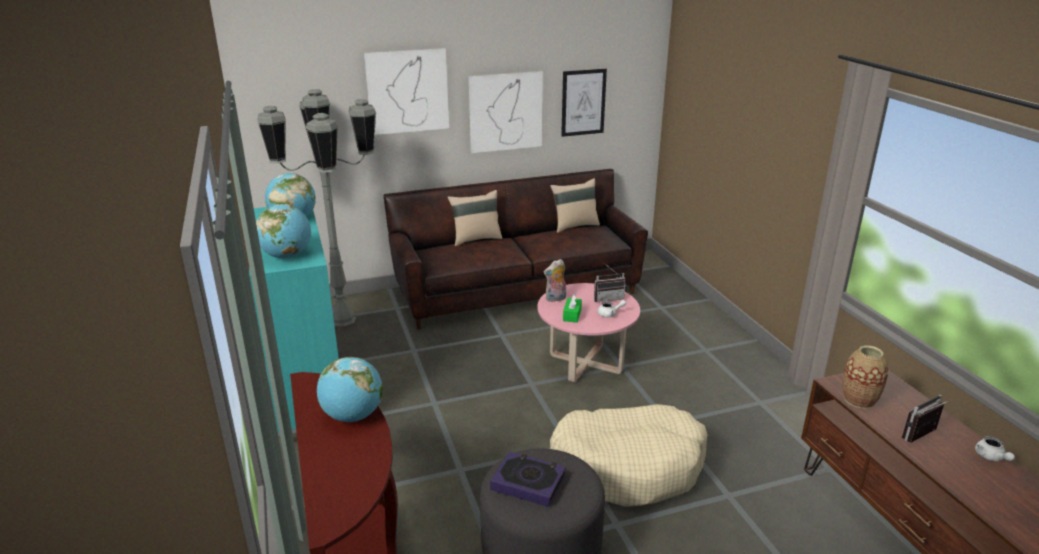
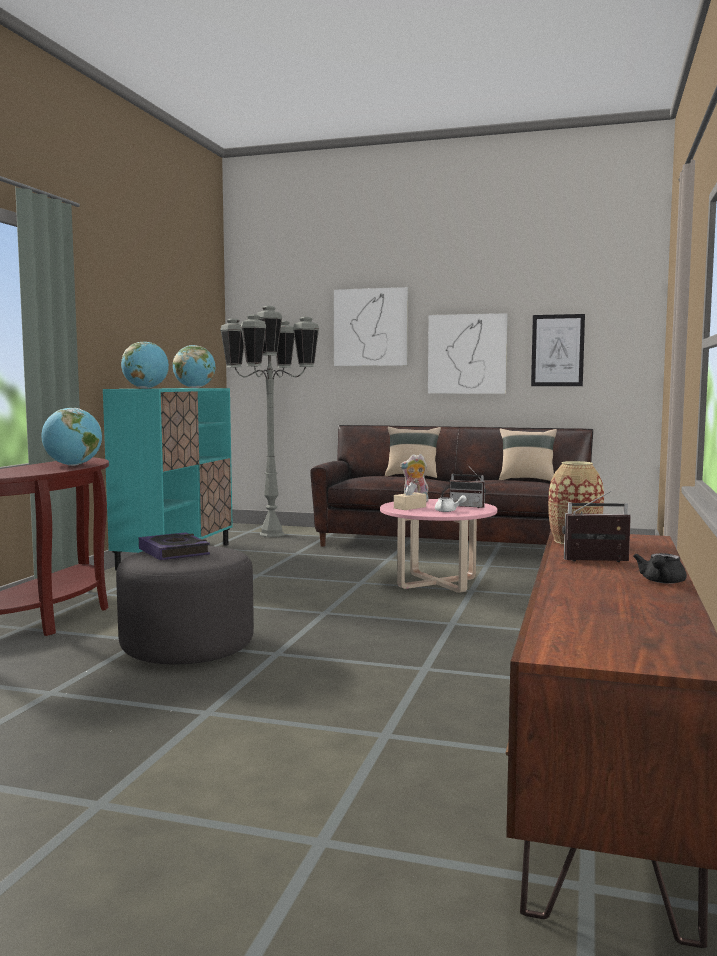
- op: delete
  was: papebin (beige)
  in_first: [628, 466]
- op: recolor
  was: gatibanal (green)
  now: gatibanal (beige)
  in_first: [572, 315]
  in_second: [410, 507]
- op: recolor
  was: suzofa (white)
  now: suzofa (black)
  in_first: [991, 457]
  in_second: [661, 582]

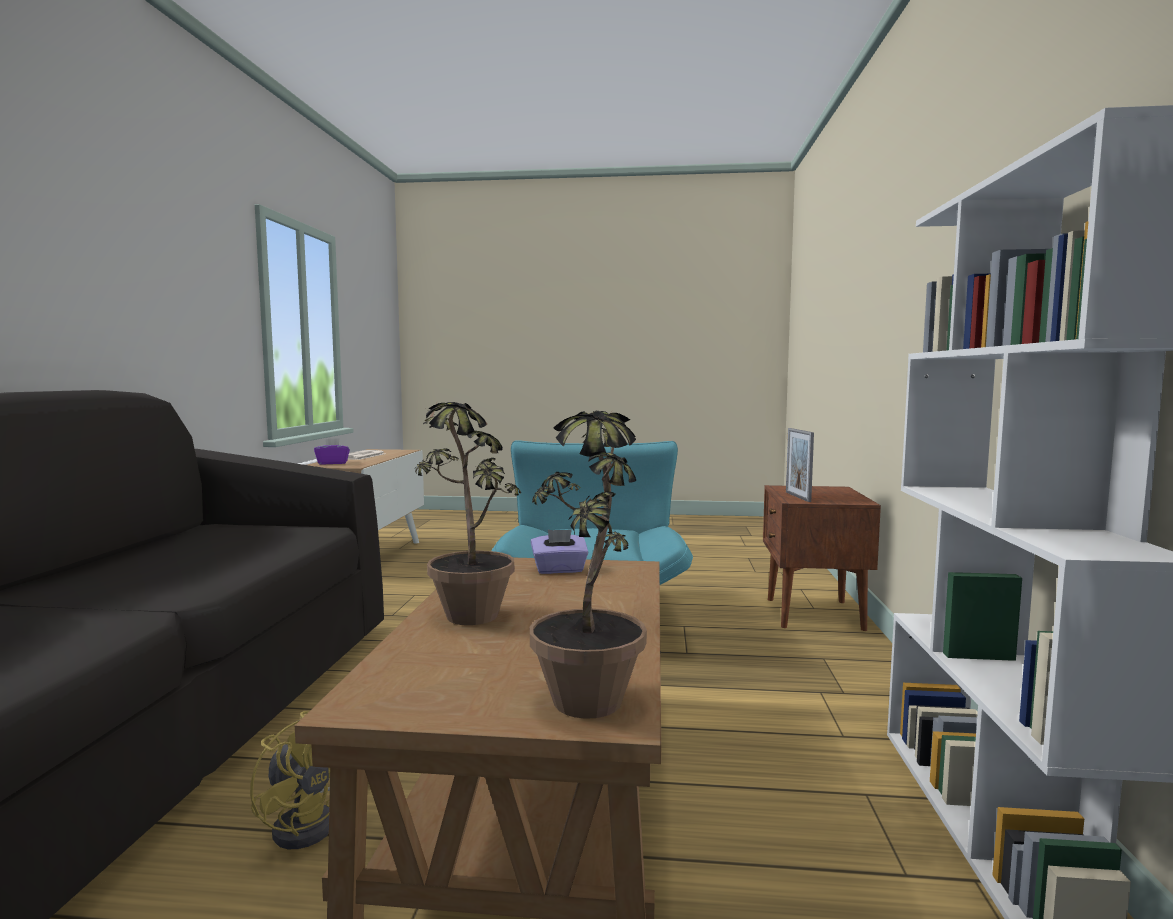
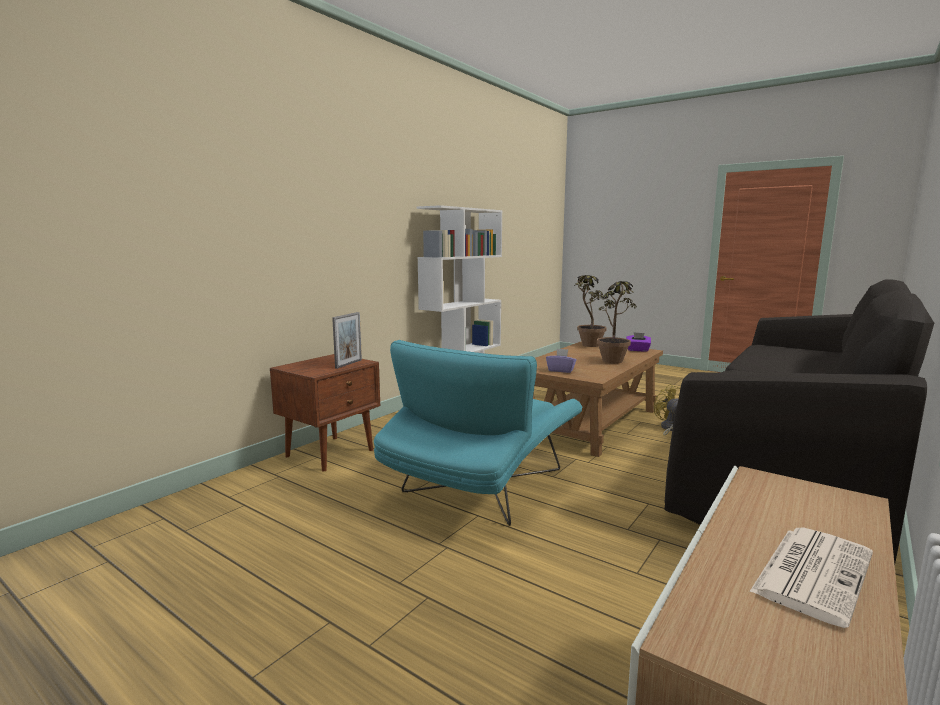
- op: move
  was: gatibanal (purple)
  in_first: [332, 463]
  in_second: [637, 350]

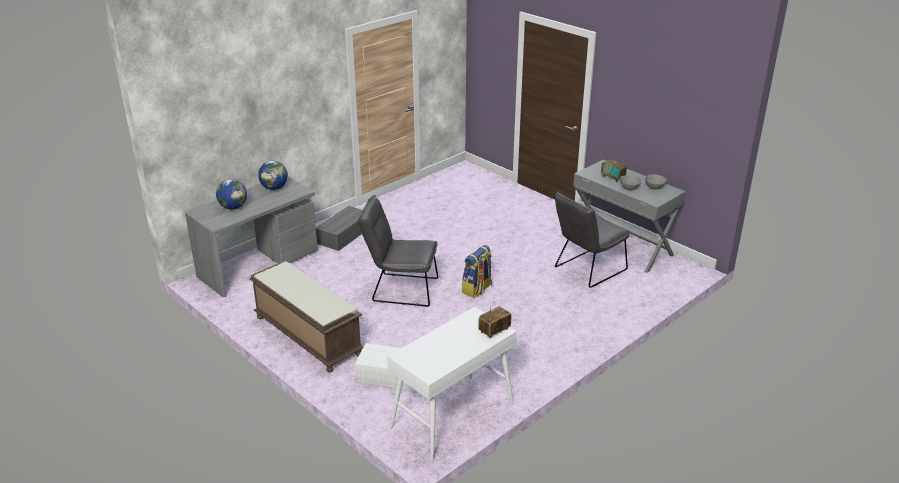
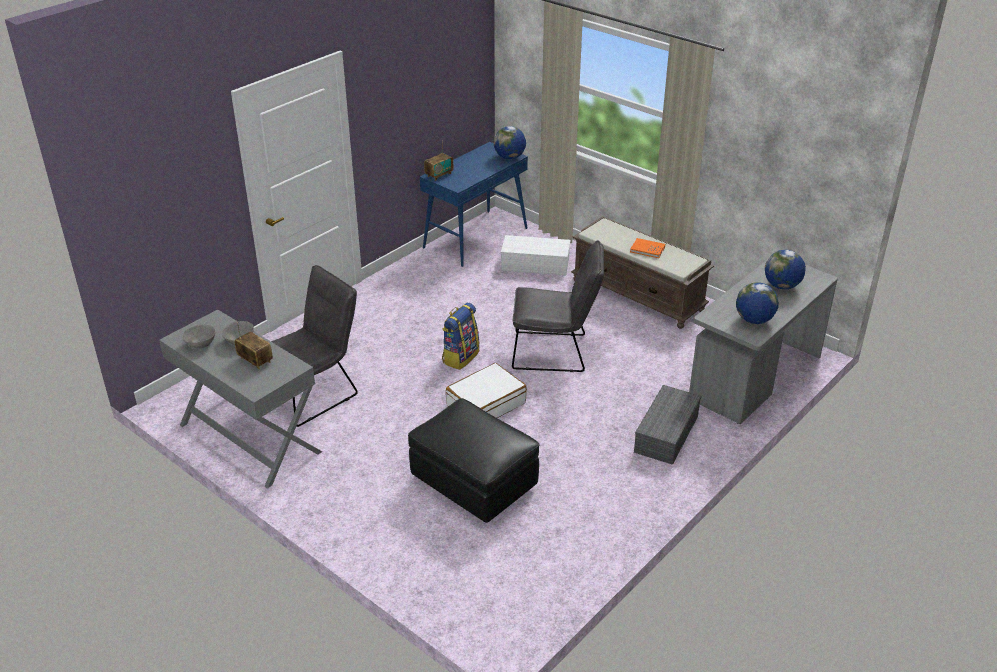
- op: insert
  now: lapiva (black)
  in_second: [473, 483]
- op: insert
  now: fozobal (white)
  in_second: [485, 404]
- op: insert
  now: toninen
  in_second: [509, 157]
- op: insert
  now: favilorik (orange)
  in_second: [647, 249]
- op: recolor
  was: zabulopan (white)
  now: zabulopan (blue)
  in_first: [452, 417]
  in_second: [476, 238]

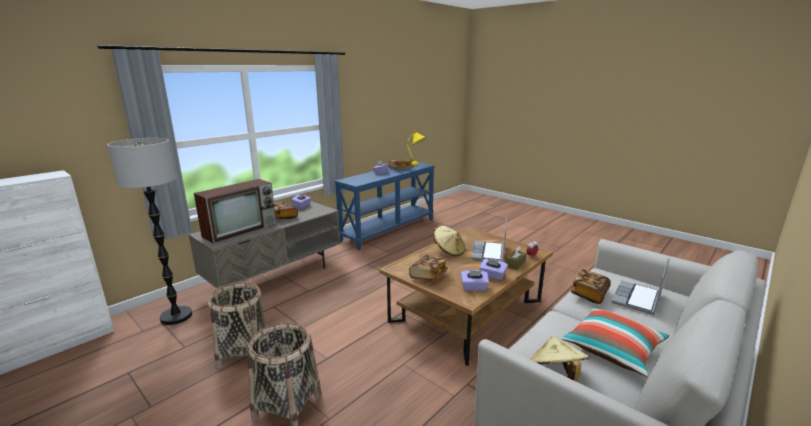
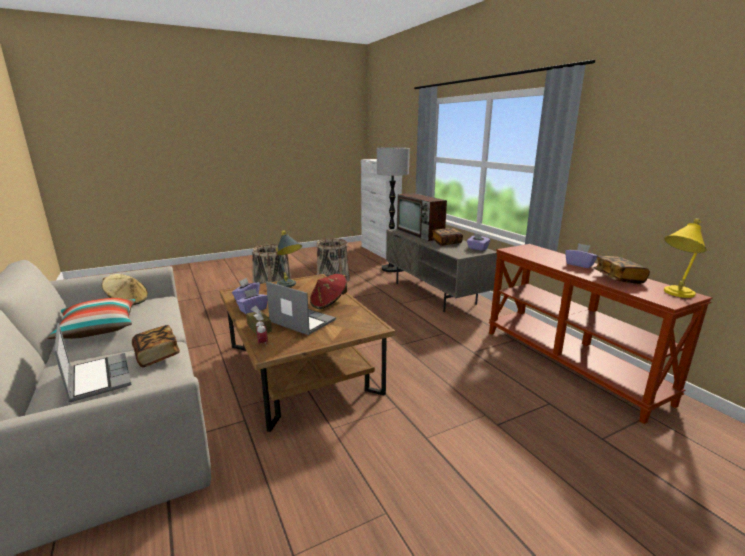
- op: replace
  was: favilorik
  now: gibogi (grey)
  in_first: [428, 275]
  in_second: [289, 286]
- op: recolor
  was: zabulopan (blue)
  now: zabulopan (brown)
  in_first: [388, 229]
  in_second: [570, 364]
- op: recolor
  was: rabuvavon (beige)
  now: rabuvavon (red)
  in_first: [449, 251]
  in_second: [328, 303]

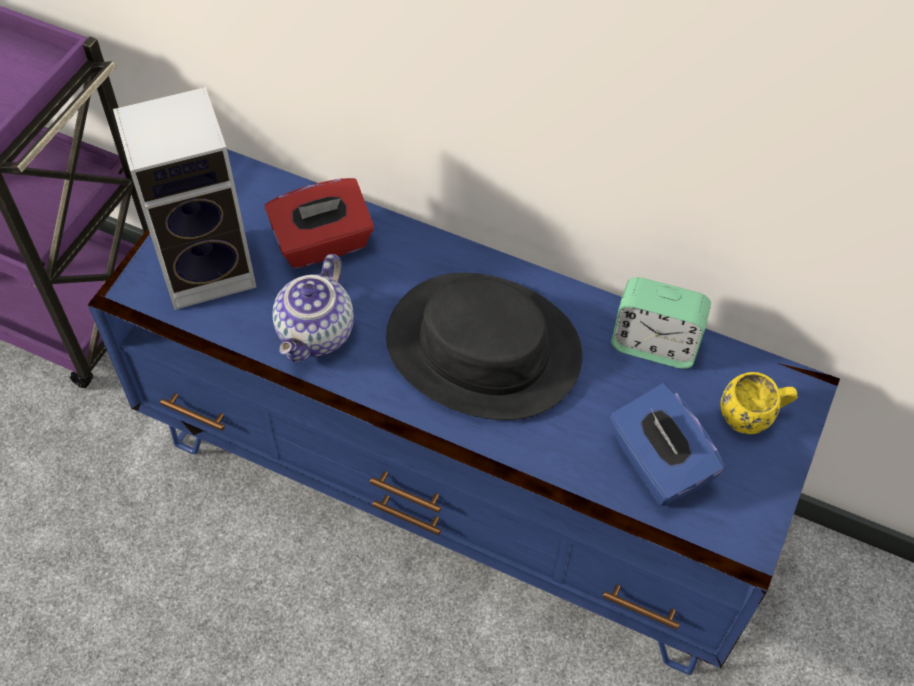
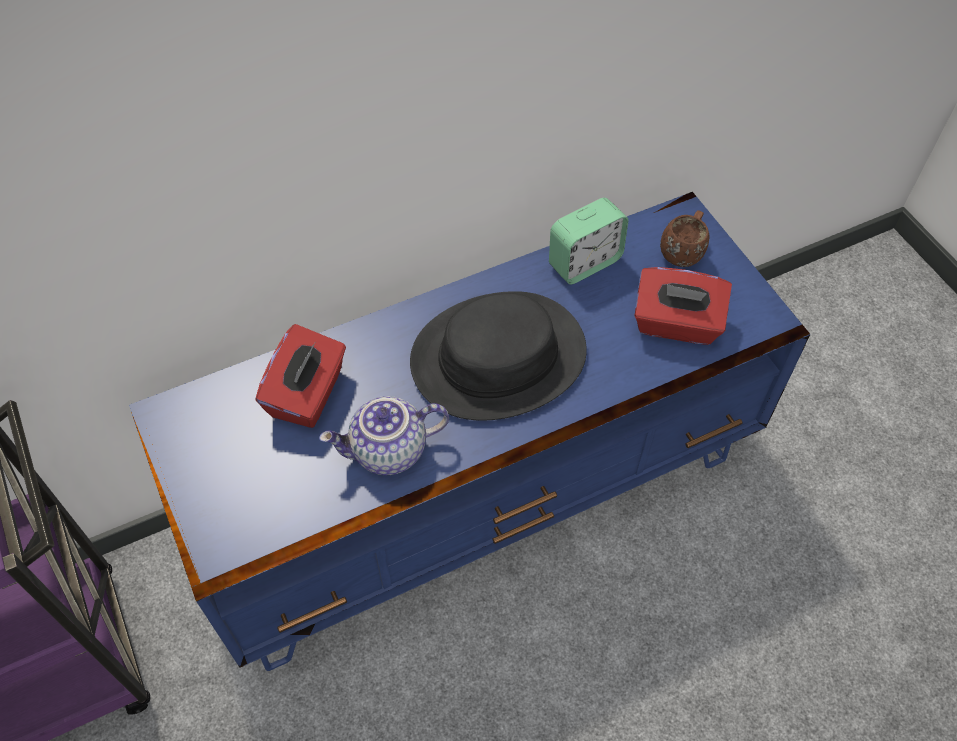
- op: delete
  was: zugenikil
  in_first: [210, 266]
- op: recolor
  was: gatibanal (blue)
  now: gatibanal (red)
  in_first: [658, 464]
  in_second: [676, 324]
- op: recolor
  was: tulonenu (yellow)
  now: tulonenu (brown)
  in_first: [753, 416]
  in_second: [683, 252]
- op: rotate
  was: suzofa
  in_first: [317, 334]
  in_second: [388, 452]
  clockwise: 105

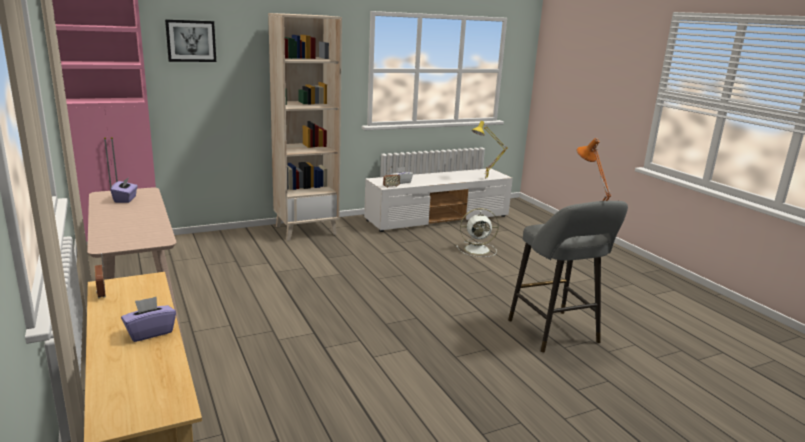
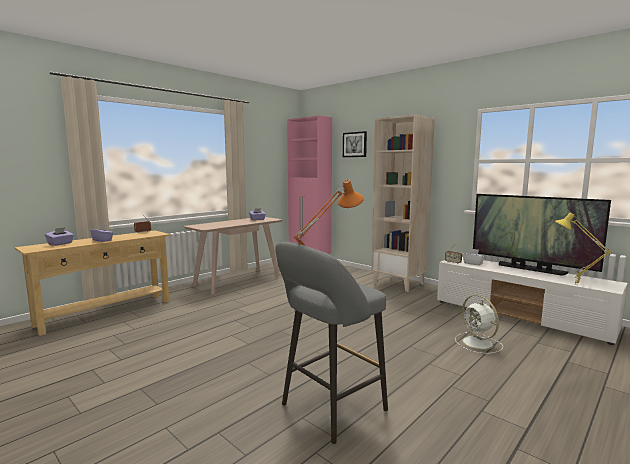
- op: insert
  now: gatibanal (purple)
  in_second: [60, 244]
- op: insert
  now: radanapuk
  in_second: [530, 269]

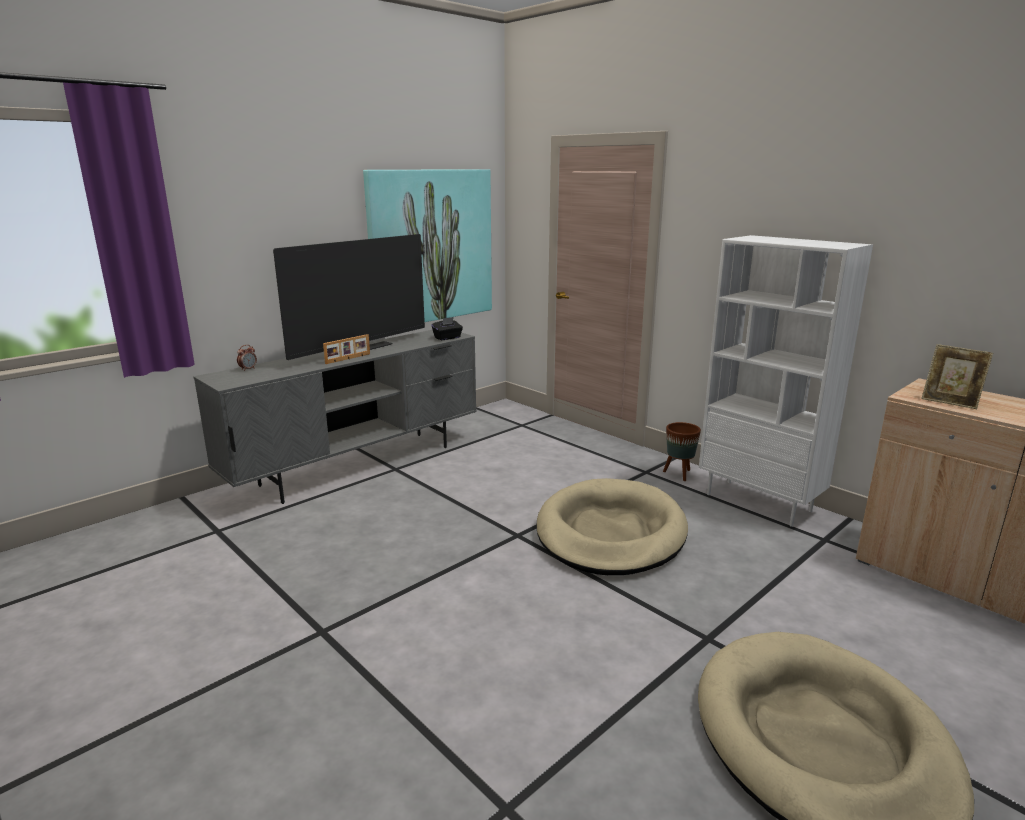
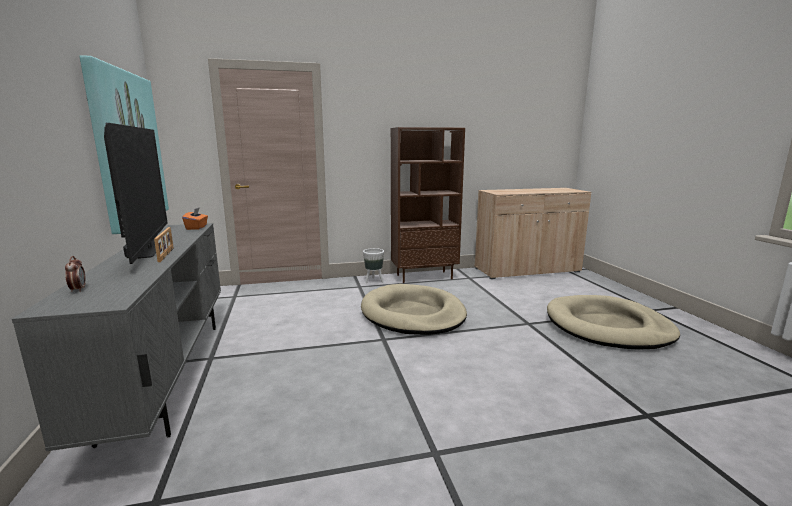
- op: delete
  was: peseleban
  in_first: [950, 402]
- op: recolor
  was: gatibanal (black)
  now: gatibanal (orange)
  in_first: [447, 338]
  in_second: [197, 227]
- op: recolor
  was: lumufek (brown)
  now: lumufek (white)
  in_first: [679, 474]
  in_second: [374, 281]
- op: recolor
  was: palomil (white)
  now: palomil (brown)
  in_first: [759, 502]
  in_second: [424, 277]

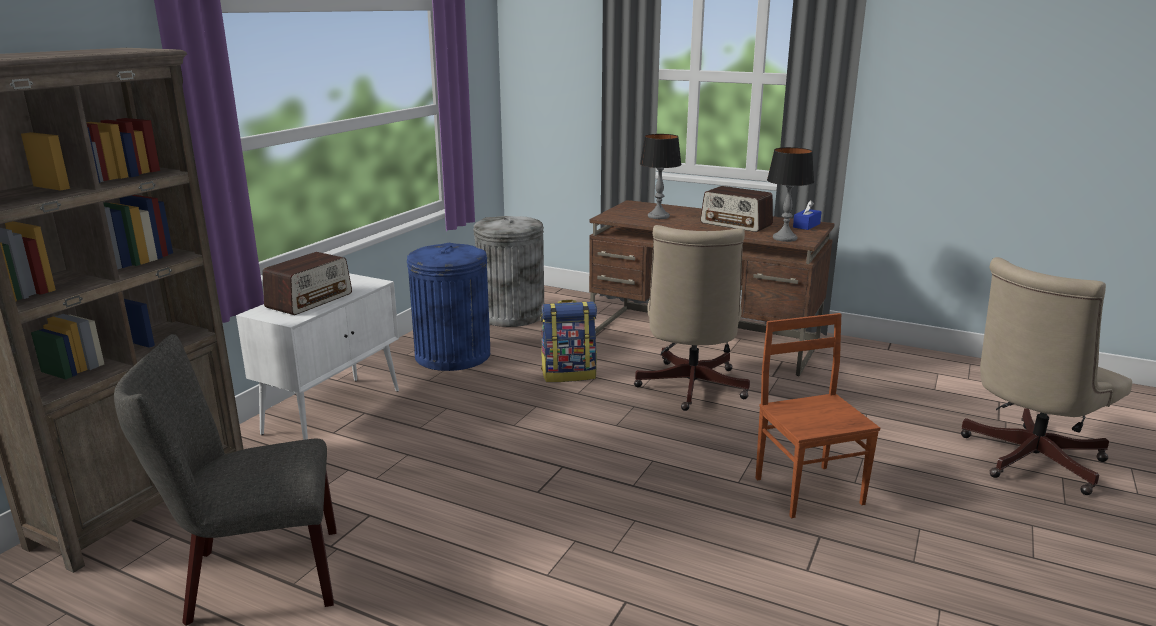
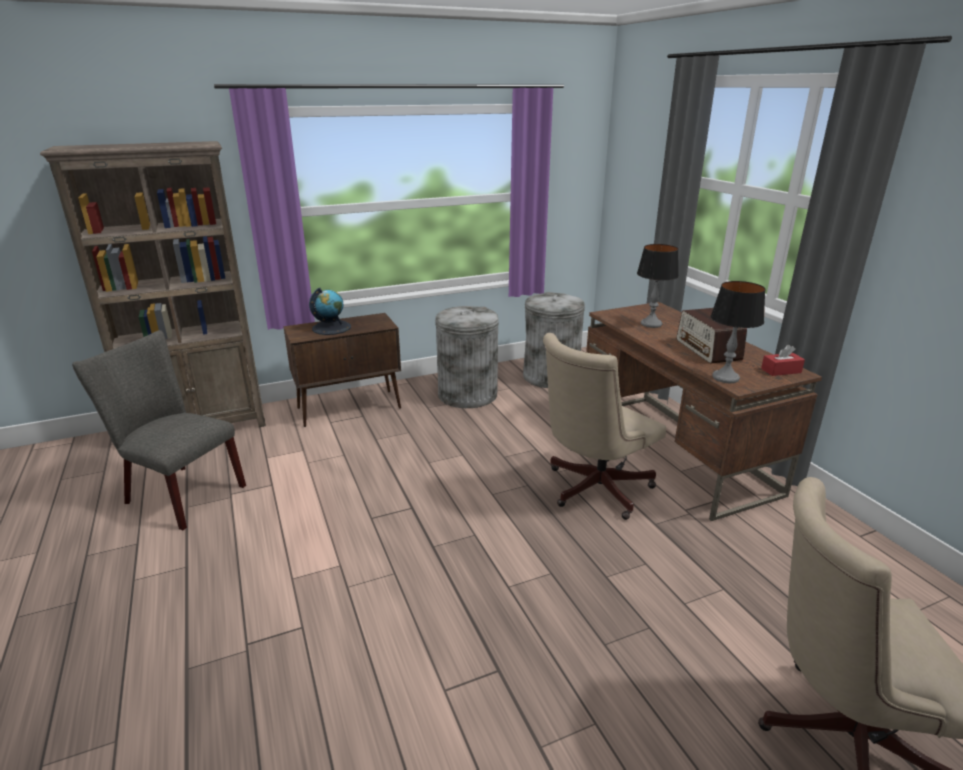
- op: delete
  was: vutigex
  in_first: [569, 374]
- op: delete
  was: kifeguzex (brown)
  in_first: [809, 490]
- op: replace
  was: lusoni
  now: toninen
  in_first: [310, 300]
  in_second: [331, 327]
- op: recolor
  was: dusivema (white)
  now: dusivema (brown)
  in_first: [334, 411]
  in_second: [350, 408]
- op: recolor
  was: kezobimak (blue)
  now: kezobimak (grey)
  in_first: [452, 355]
  in_second: [467, 394]
- op: recolor
  was: gatibanal (blue)
  now: gatibanal (red)
  in_first: [806, 225]
  in_second: [781, 371]

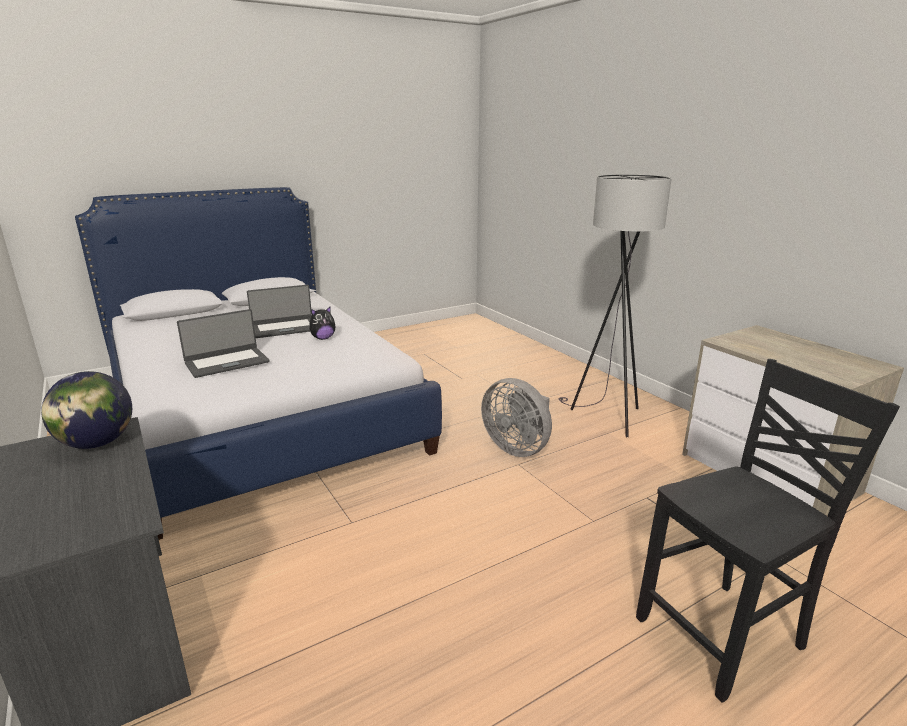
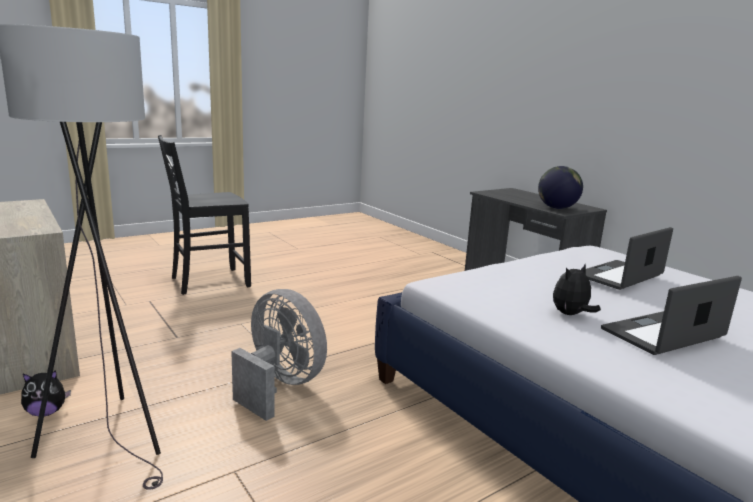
- op: insert
  now: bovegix
  in_second: [46, 412]

